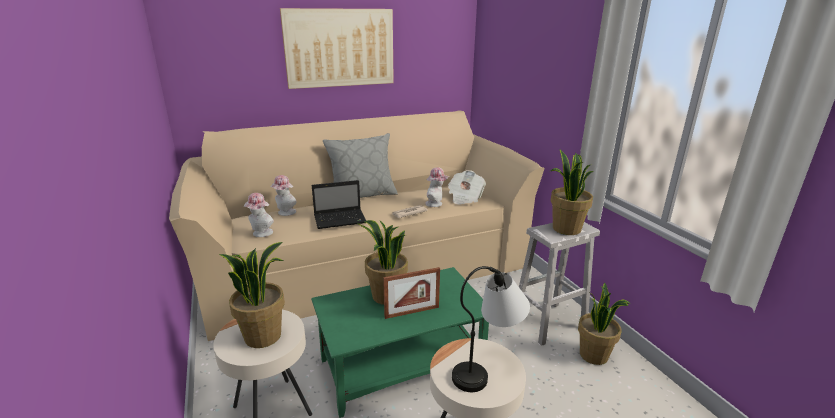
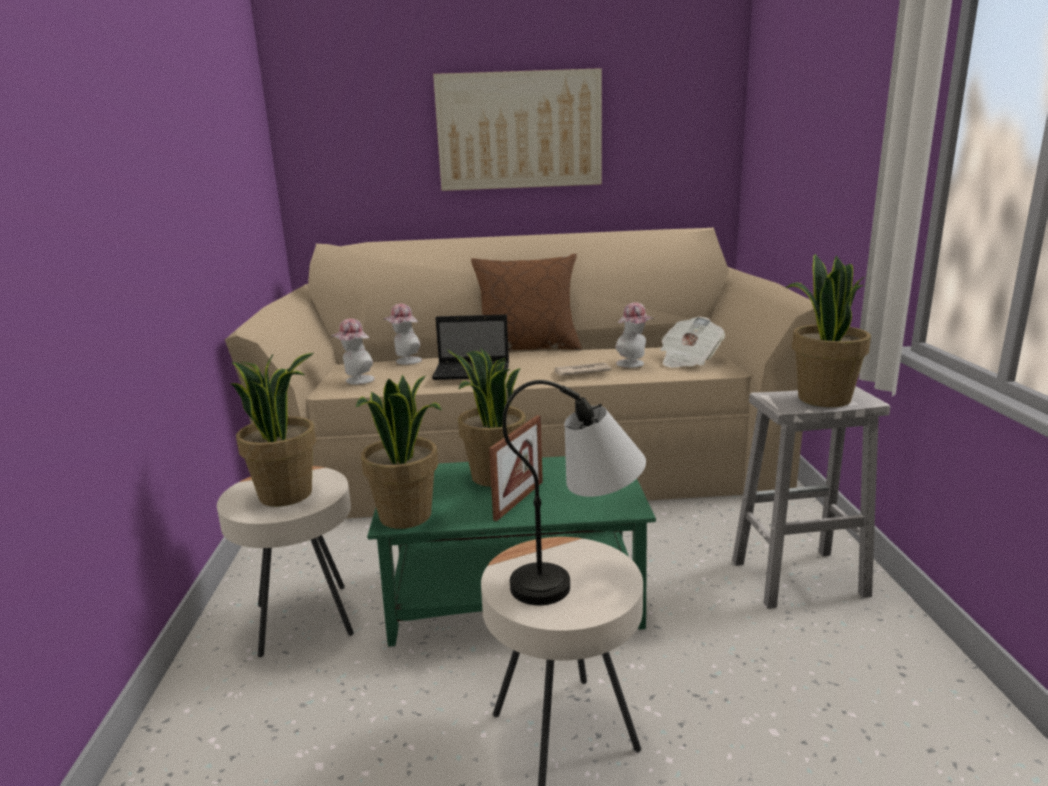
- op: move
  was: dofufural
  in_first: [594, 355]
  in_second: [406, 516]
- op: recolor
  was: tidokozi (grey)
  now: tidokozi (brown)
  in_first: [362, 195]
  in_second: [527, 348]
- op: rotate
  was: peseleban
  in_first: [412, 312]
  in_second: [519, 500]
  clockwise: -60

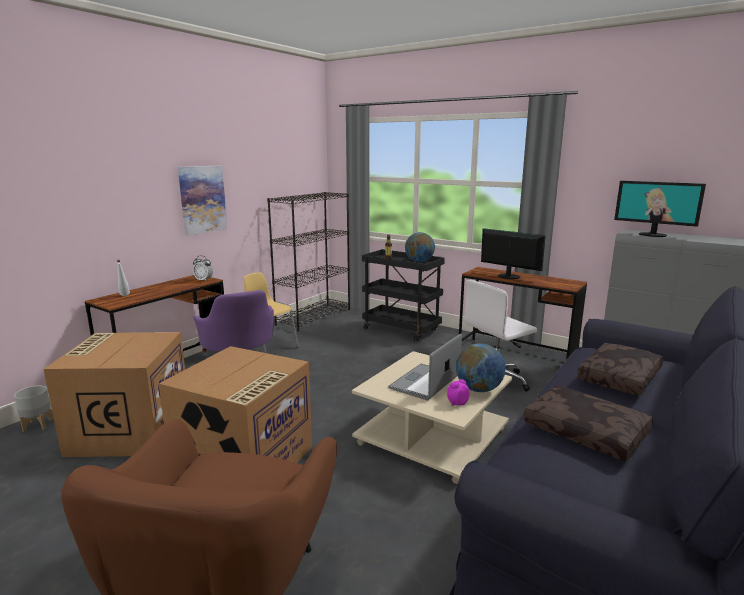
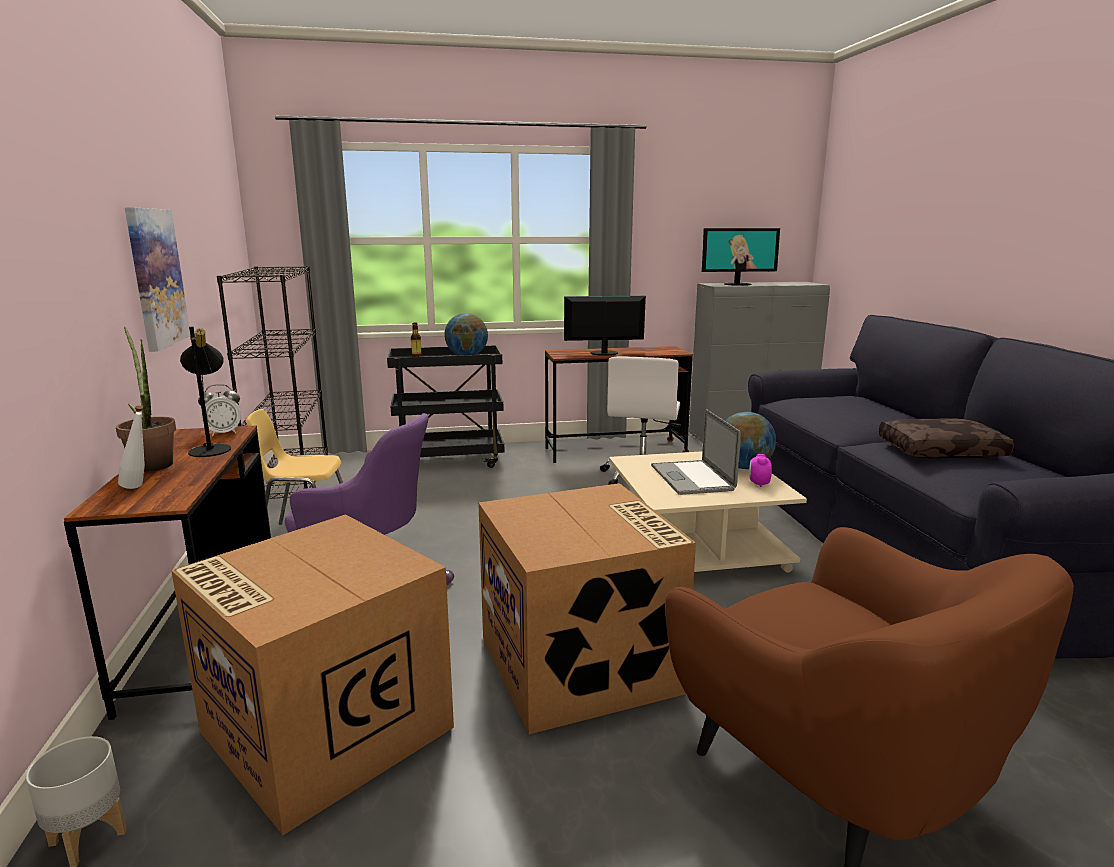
- op: delete
  was: tidokozi (brown)
  in_first: [620, 378]
- op: insert
  now: dofufural
  in_second: [152, 463]
- op: insert
  now: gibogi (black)
  in_second: [212, 448]

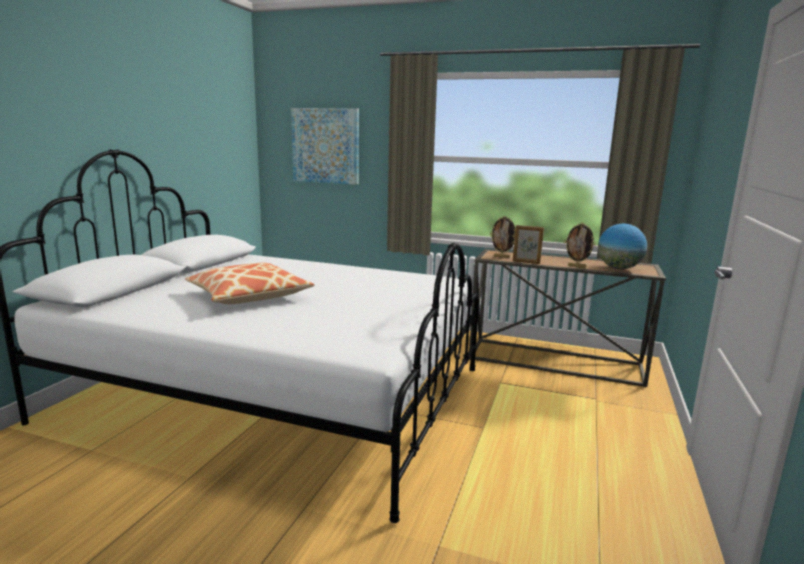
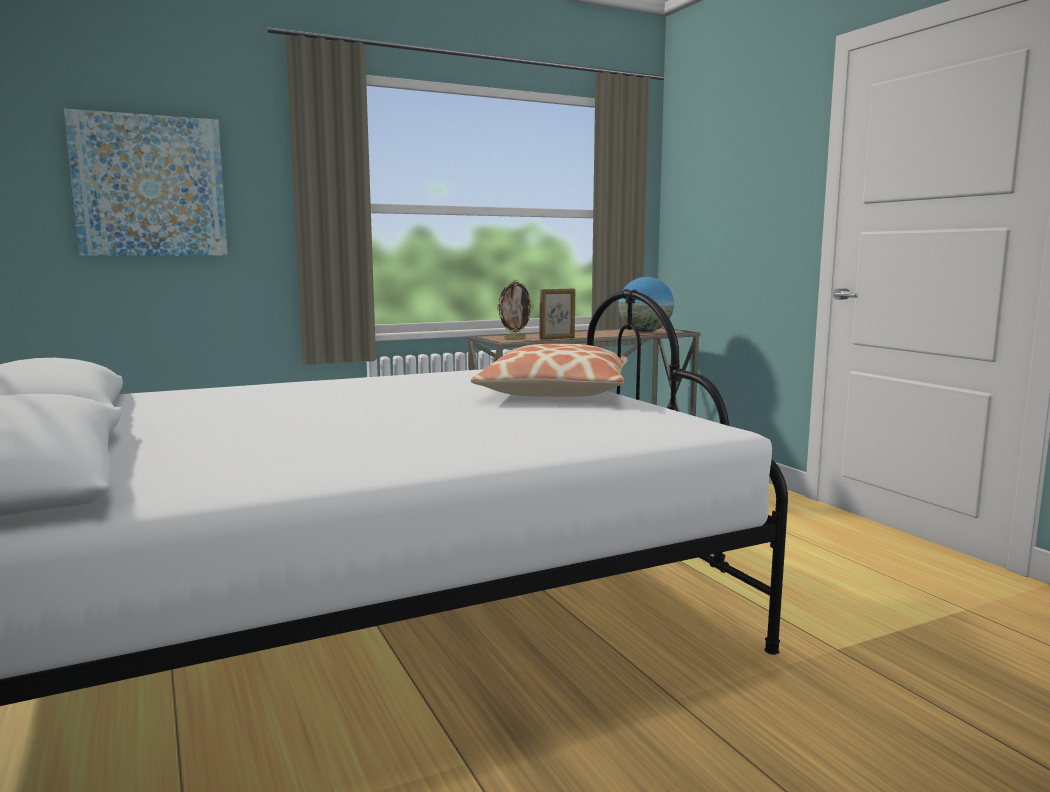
- op: delete
  was: peseleban
  in_first: [577, 266]
- op: move
  was: tidokozi
  in_first: [249, 296]
  in_second: [555, 391]

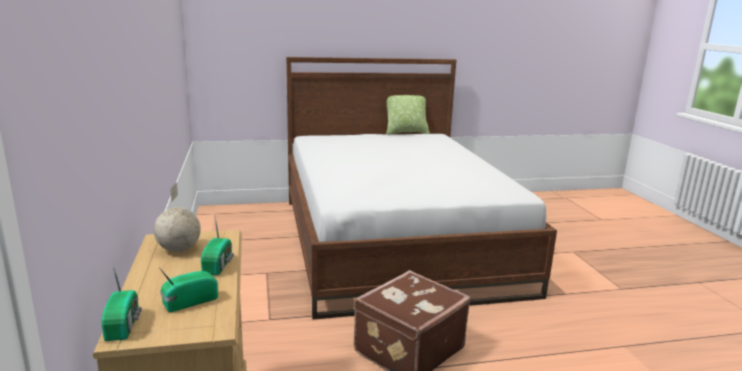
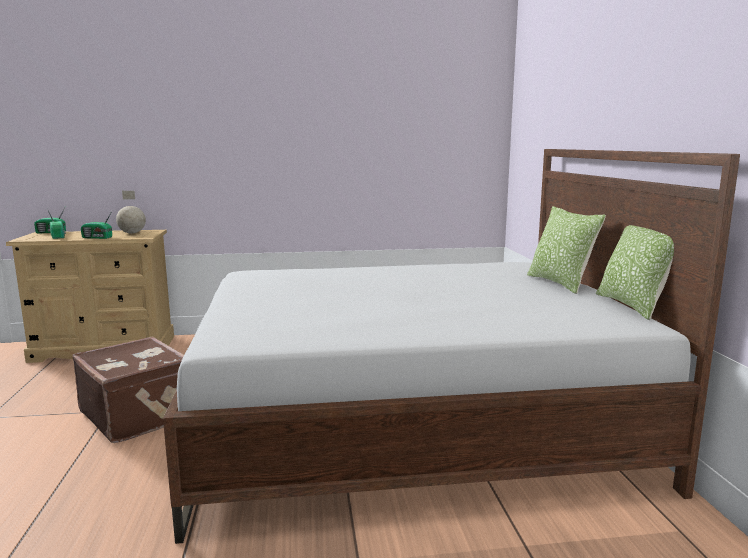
- op: insert
  now: tidokozi
  in_second: [560, 283]

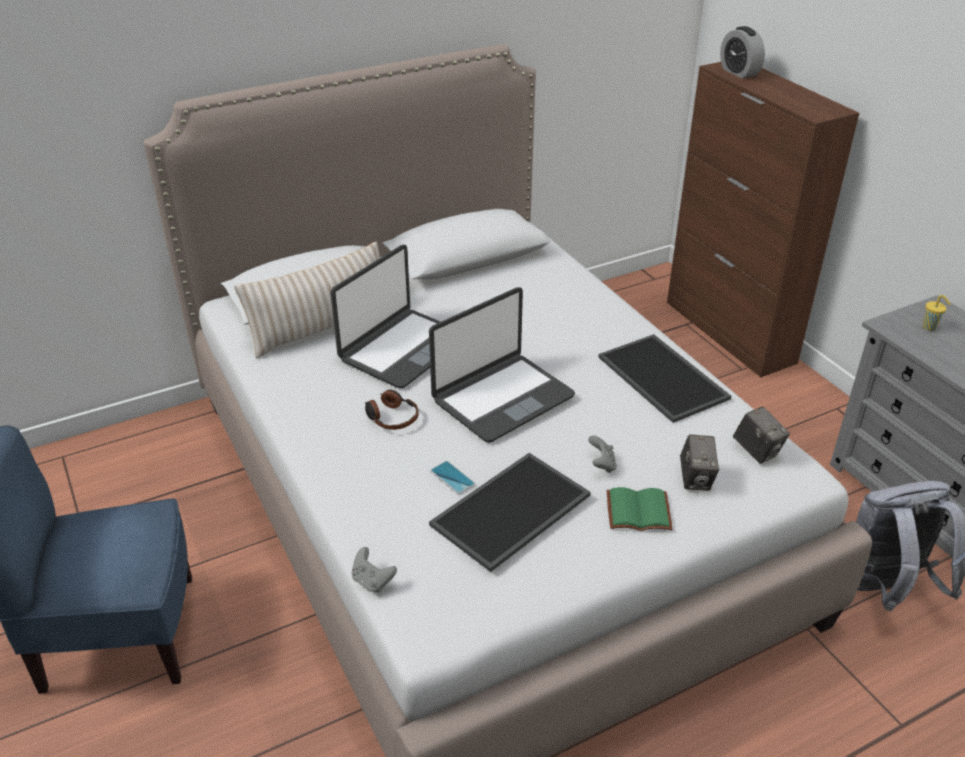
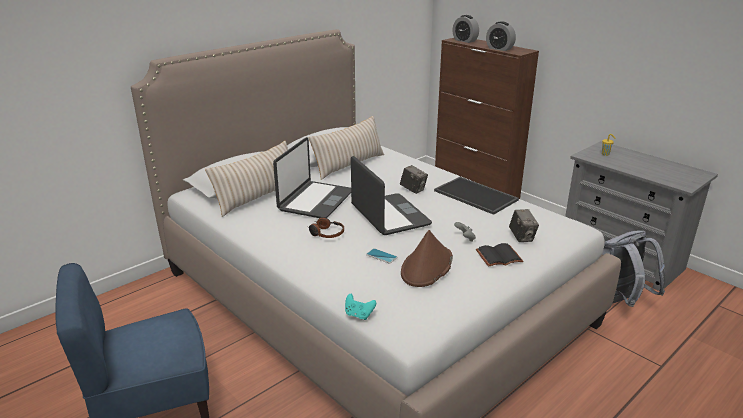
- op: insert
  now: tidokozi (beige)
  in_second: [349, 165]
- op: insert
  now: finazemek
  in_second: [499, 49]
- op: move
  was: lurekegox
  in_first: [757, 451]
  in_second: [413, 189]
- op: replace
  was: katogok
  now: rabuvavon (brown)
  in_first: [511, 512]
  in_second: [426, 267]
- op: recolor
  was: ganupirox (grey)
  now: ganupirox (turquoise)
  in_first: [372, 581]
  in_second: [359, 315]
- op: recolor
  was: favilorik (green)
  now: favilorik (black)
  in_first: [637, 513]
  in_second: [498, 257]
- op: rotate
  was: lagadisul
  in_first: [502, 398]
  in_second: [389, 215]
  clockwise: -60

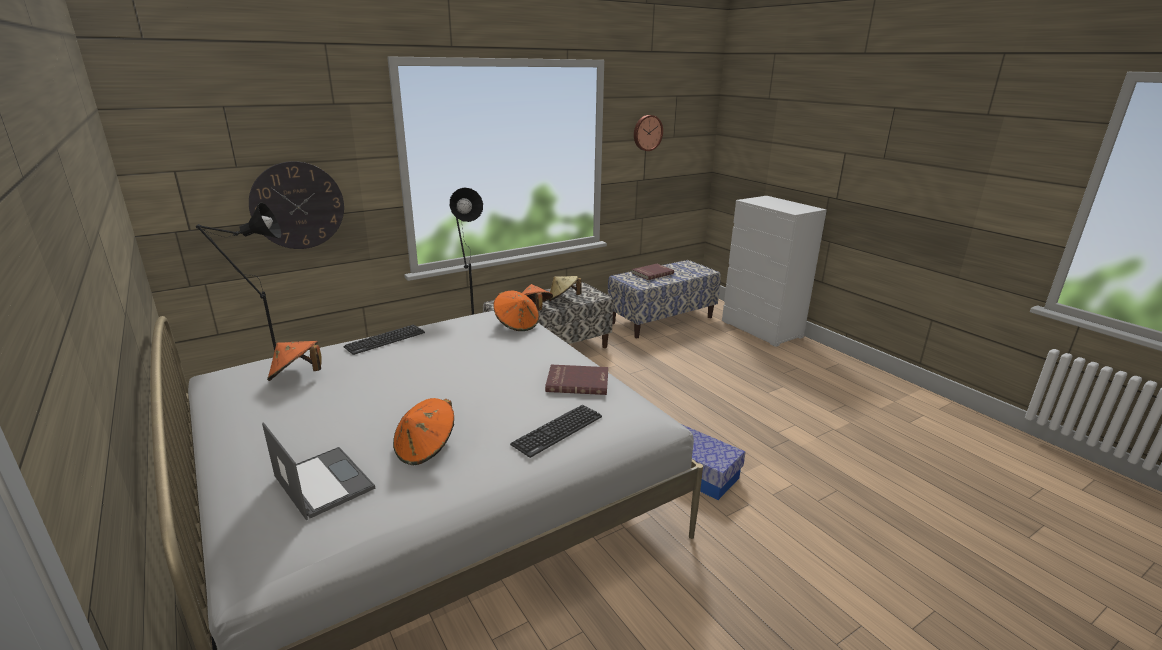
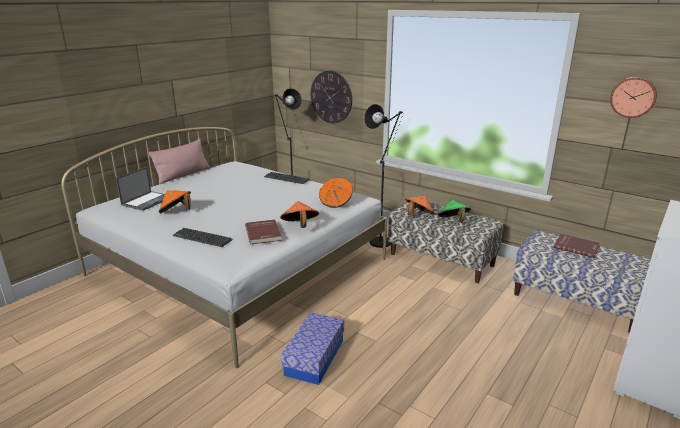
- op: insert
  now: tidokozi (pink)
  in_second: [183, 175]
- op: move
  was: rabuvavon (orange)
  in_first: [296, 376]
  in_second: [300, 226]
- op: recolor
  was: rabuvavon (beige)
  now: rabuvavon (green)
  in_first: [563, 299]
  in_second: [453, 221]

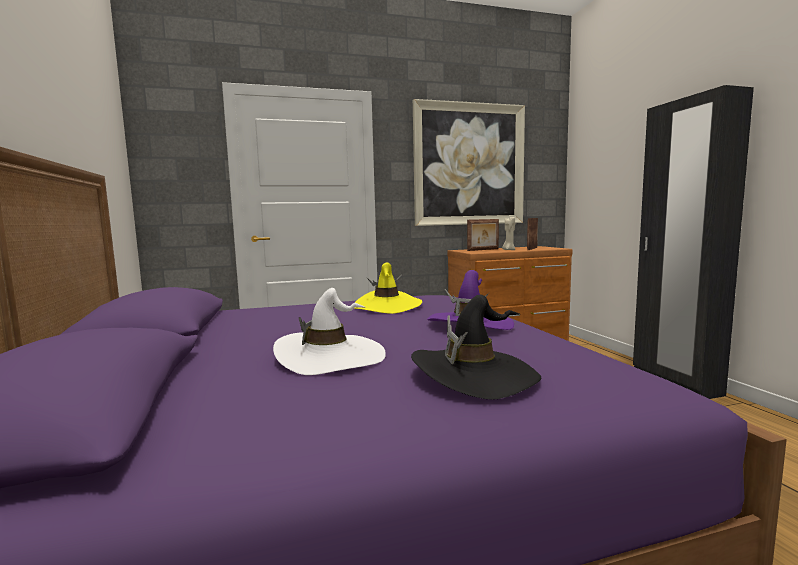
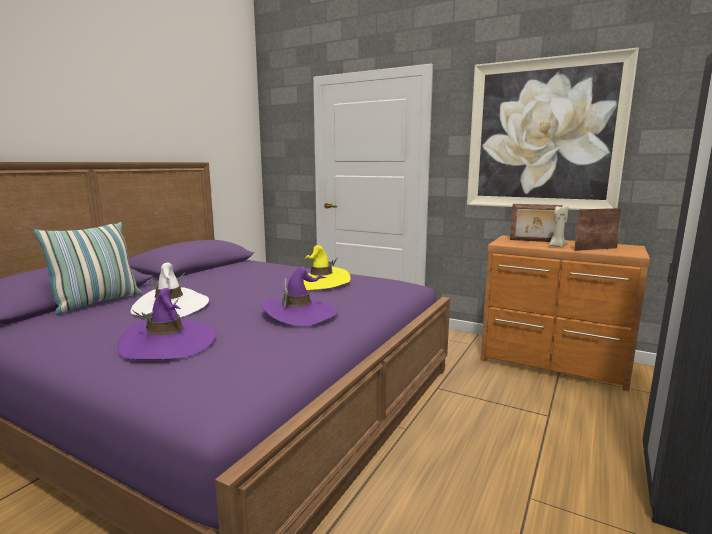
- op: insert
  now: tidokozi
  in_second: [97, 302]
- op: recolor
  was: rabuvavon (black)
  now: rabuvavon (purple)
  in_first: [474, 375]
  in_second: [169, 343]

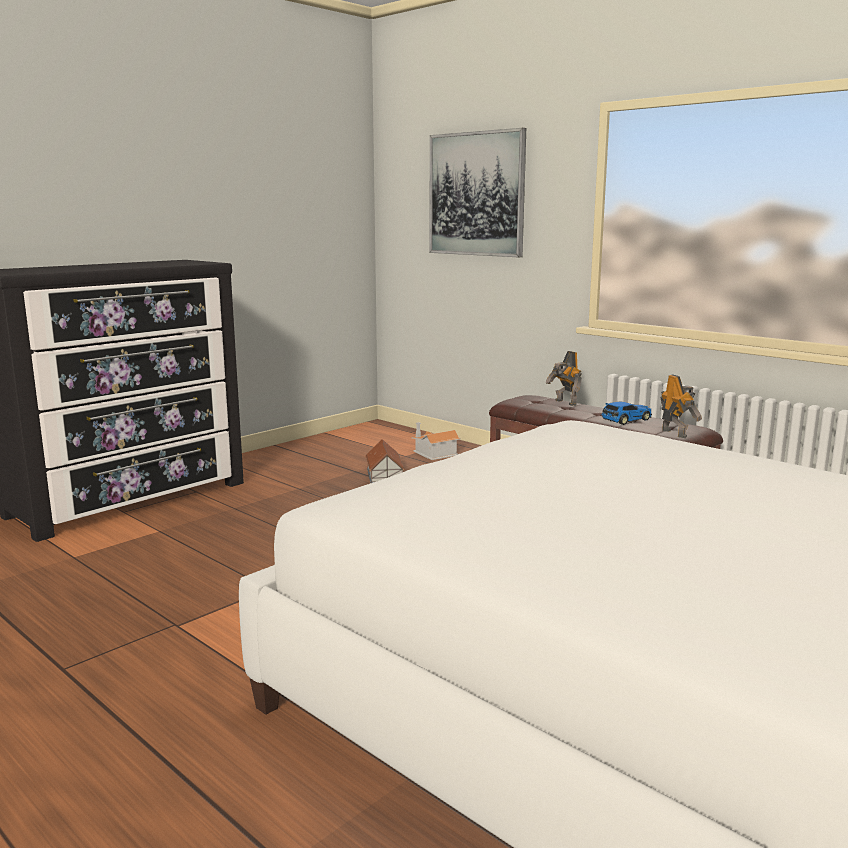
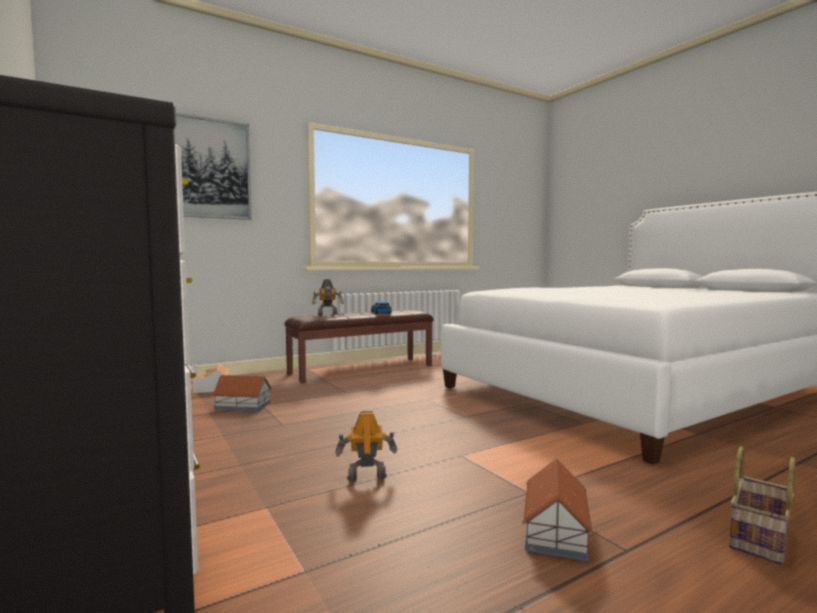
- op: insert
  now: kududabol
  in_second: [555, 531]
- op: insert
  now: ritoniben
  in_second: [761, 540]
- op: move
  was: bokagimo
  in_first: [675, 433]
  in_second: [366, 477]

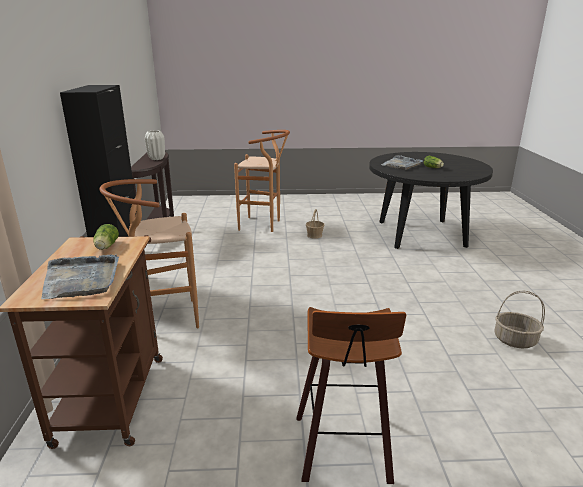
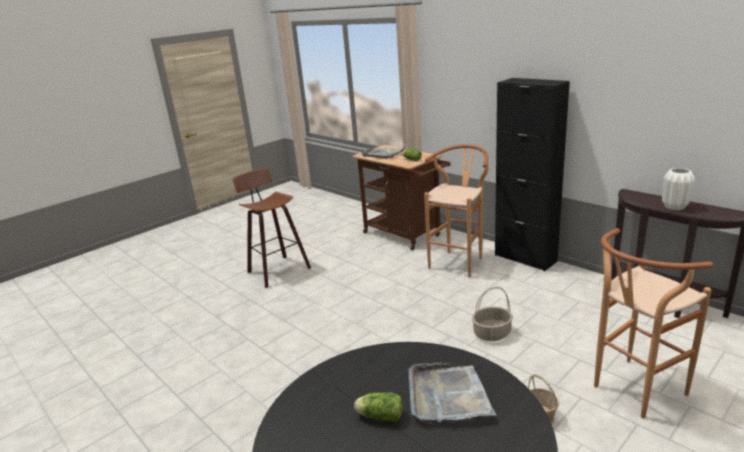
- op: move
  was: ritoniben
  in_first: [515, 340]
  in_second: [492, 333]

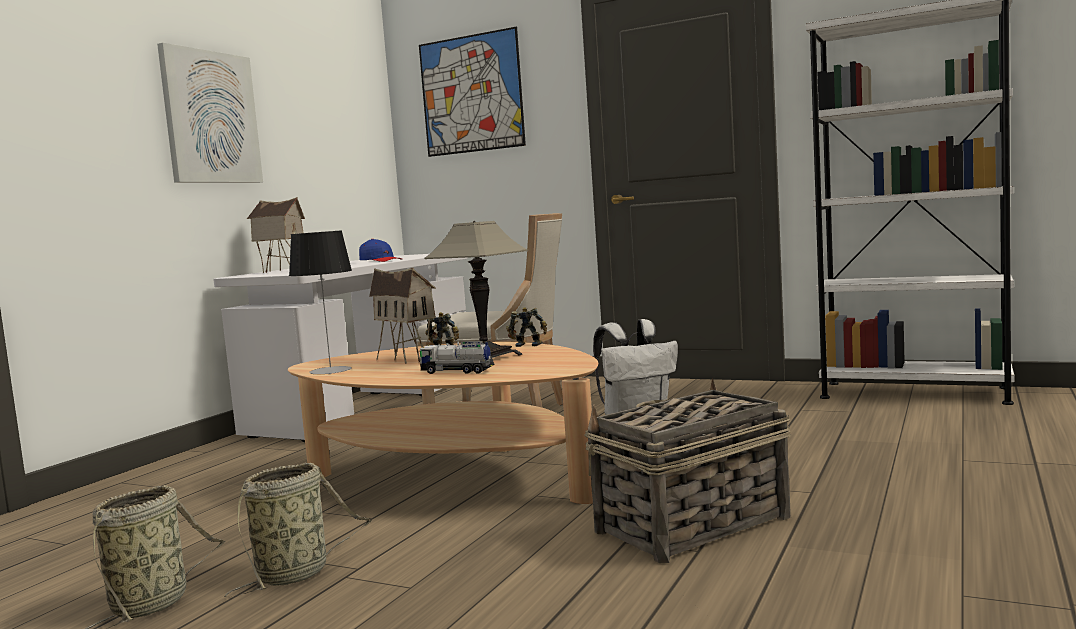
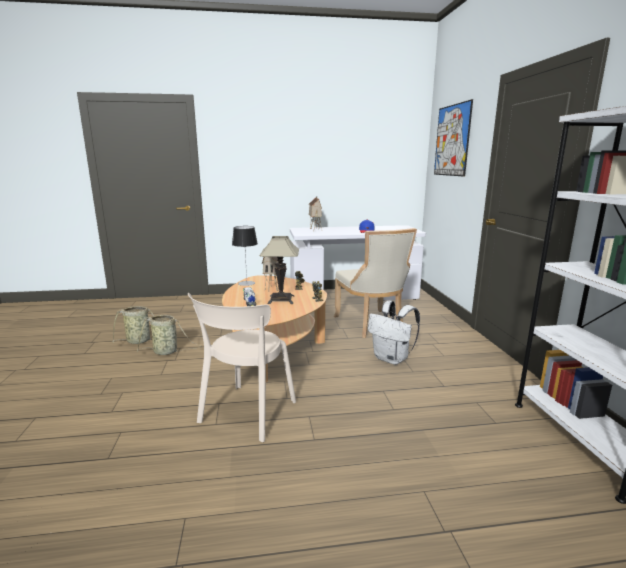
- op: delete
  was: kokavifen
  in_first: [210, 117]
- op: replace
  was: ritoniben
  now: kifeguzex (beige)
  in_first: [690, 525]
  in_second: [246, 414]

